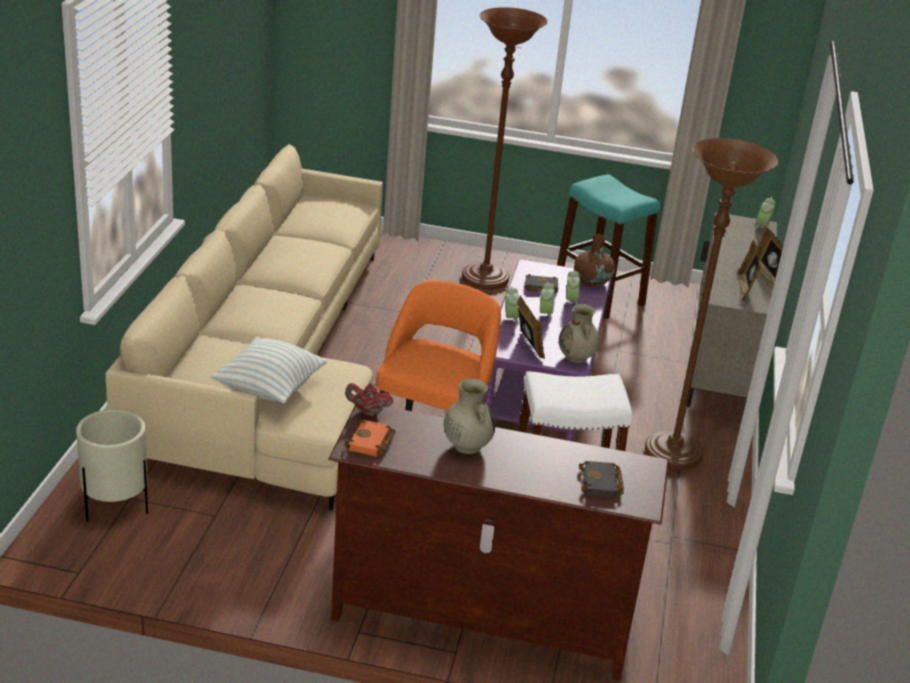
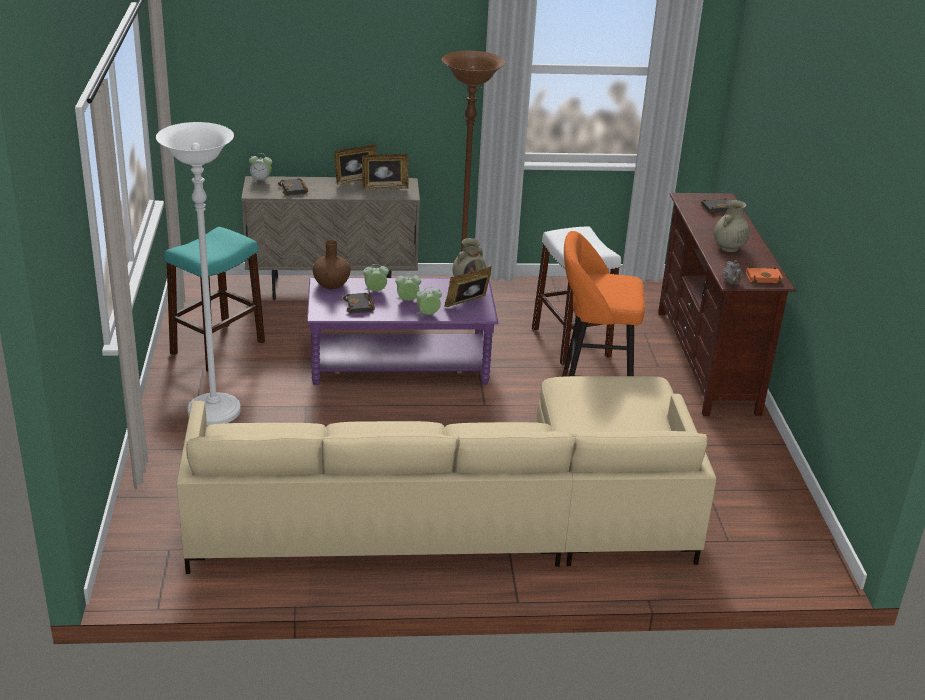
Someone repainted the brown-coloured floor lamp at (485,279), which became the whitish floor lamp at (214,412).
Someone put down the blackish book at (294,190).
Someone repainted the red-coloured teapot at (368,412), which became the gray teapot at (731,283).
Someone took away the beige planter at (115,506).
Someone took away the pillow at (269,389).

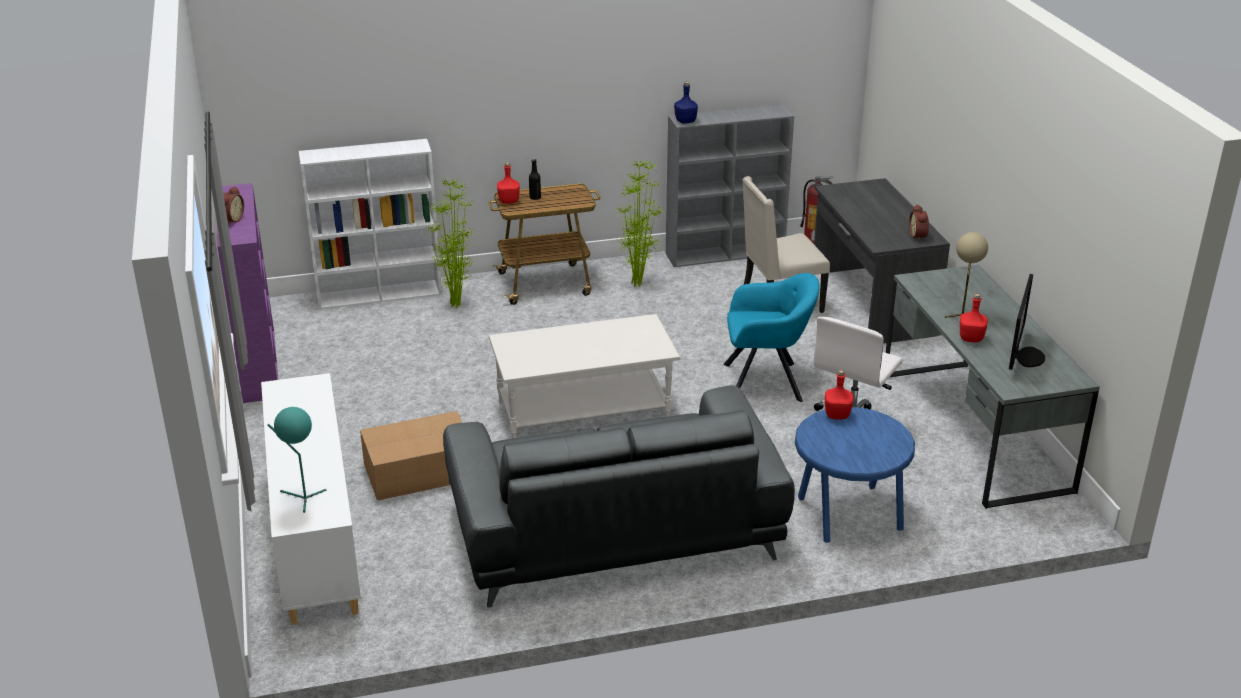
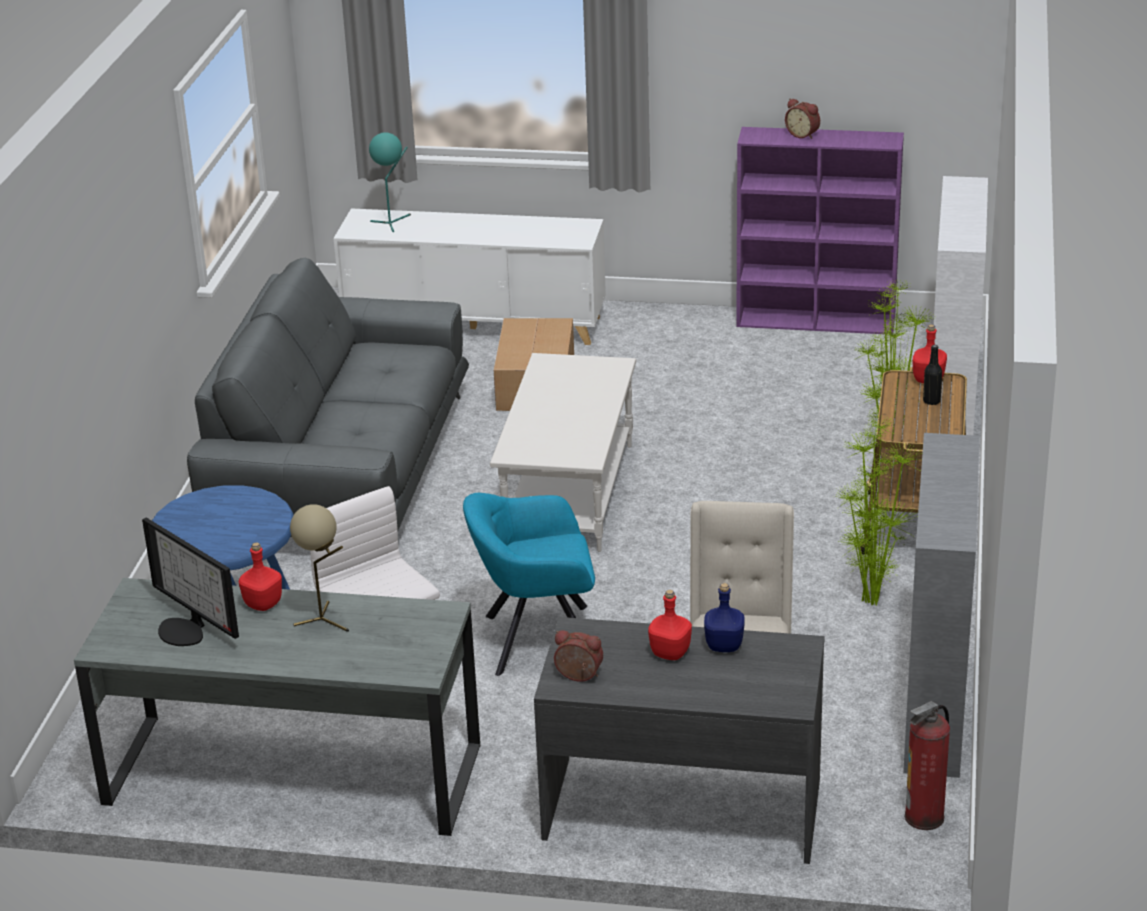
Someone rotated the turquoise easy chair at (766,382) by 60 degrees clockwise.
Someone carried the red-coloured drink bottle from (837,415) to (671,653).
Someone carried the bluish drink bottle from (685,121) to (723,645).

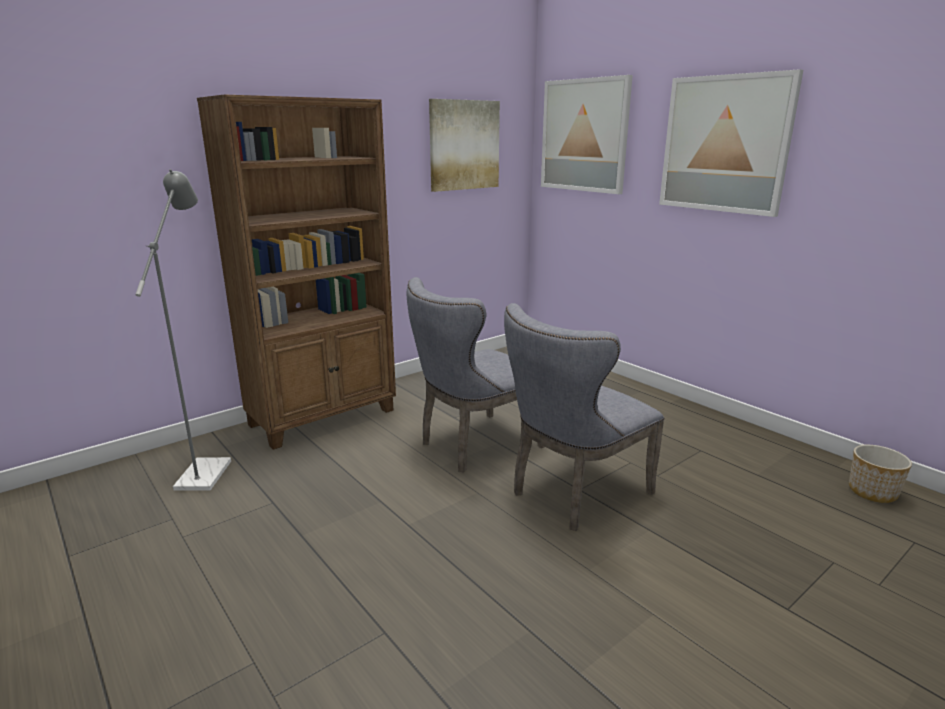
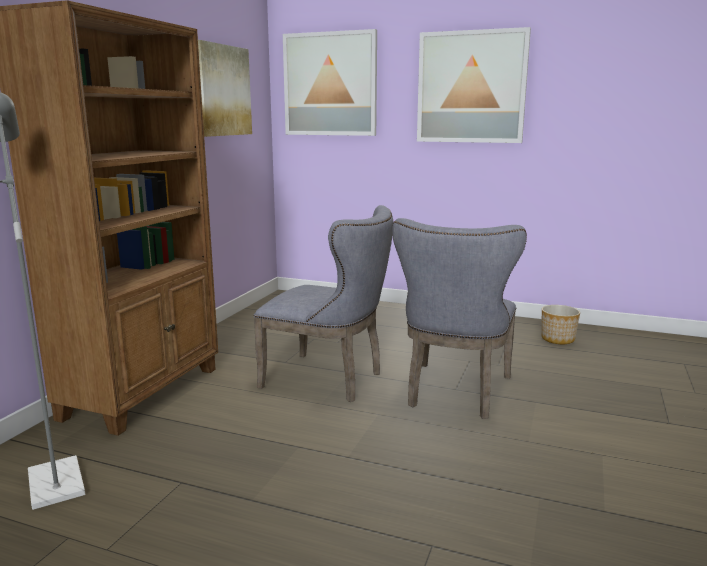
Someone rotated the gray upright chair at (473,445) by 90 degrees counterclockwise.
Someone carried the planter from (872,491) to (557,339).

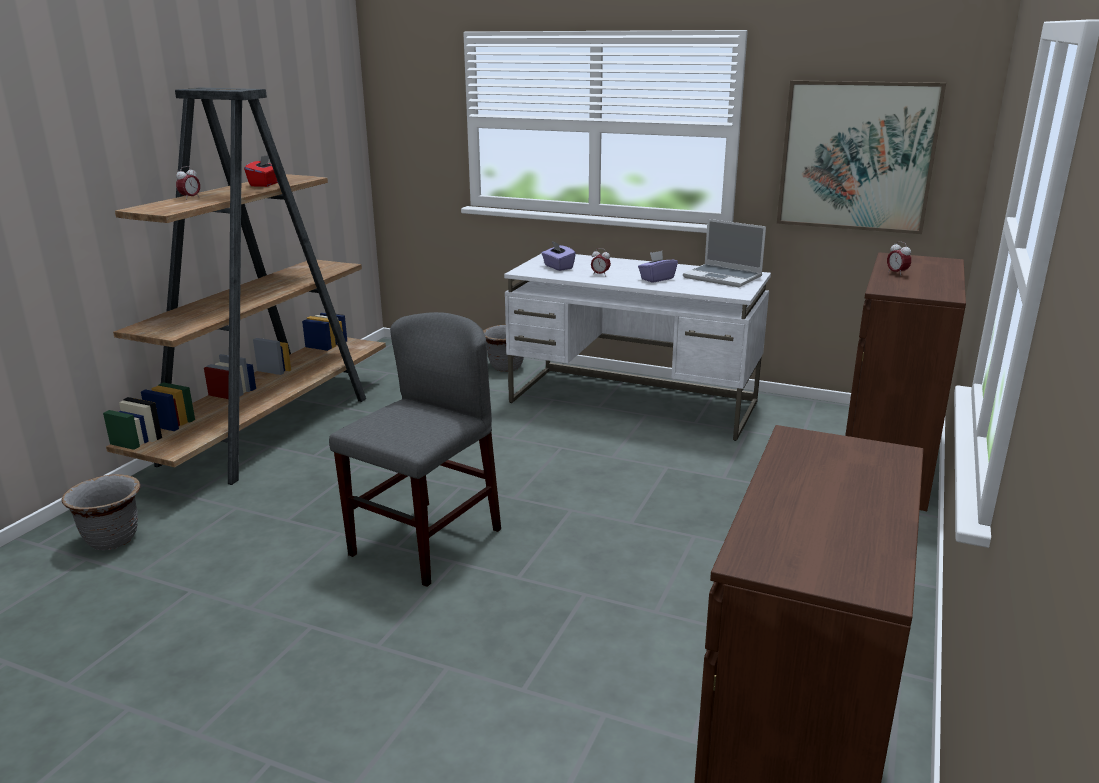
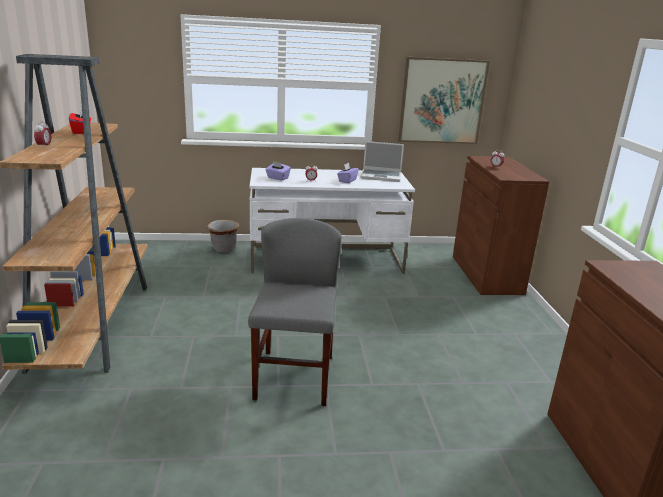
Someone took away the gray planter at (113,540).

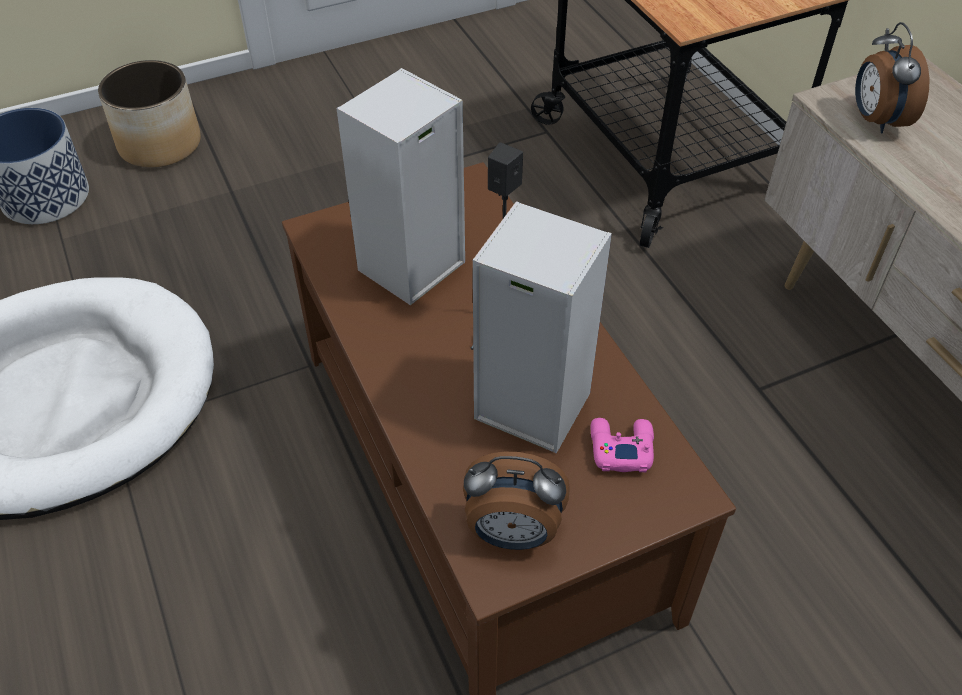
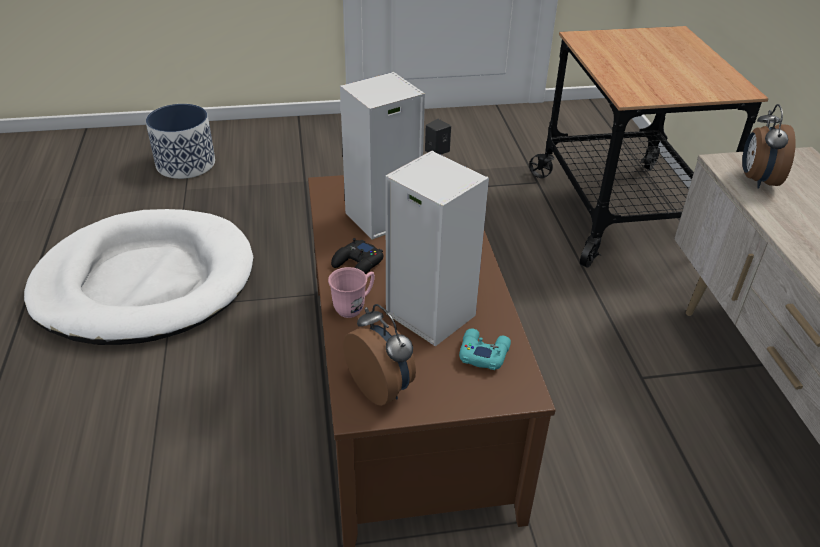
Someone put down the pink coffee mug at (354,307).
Someone put down the blackish gamepad at (358,264).
Someone rotated the table clock at (512,533) by 150 degrees counterclockwise.
Someone repainted the pink gamepad at (620,448), which became the turquoise gamepad at (483,353).
Someone took away the planter at (161,145).

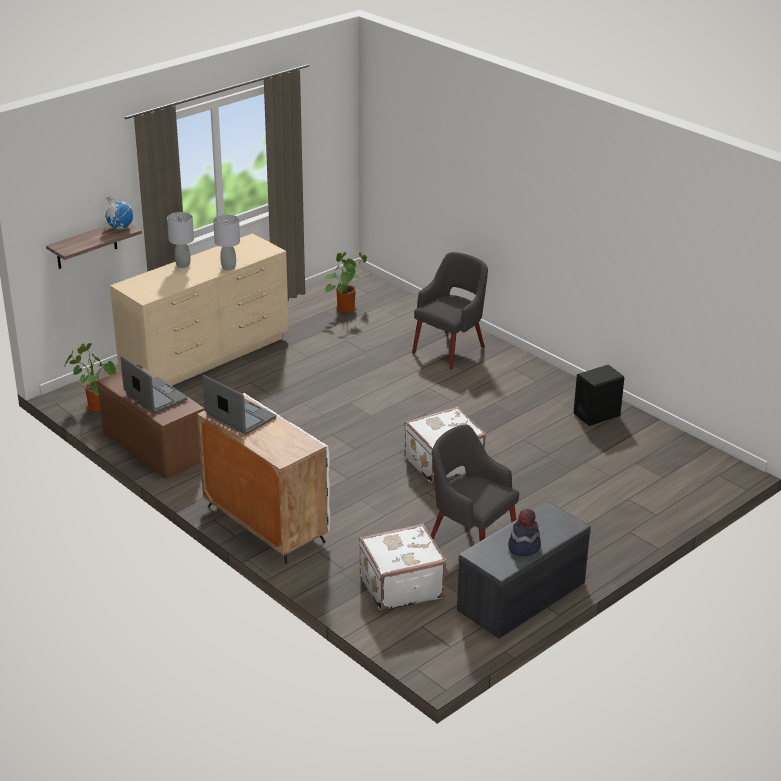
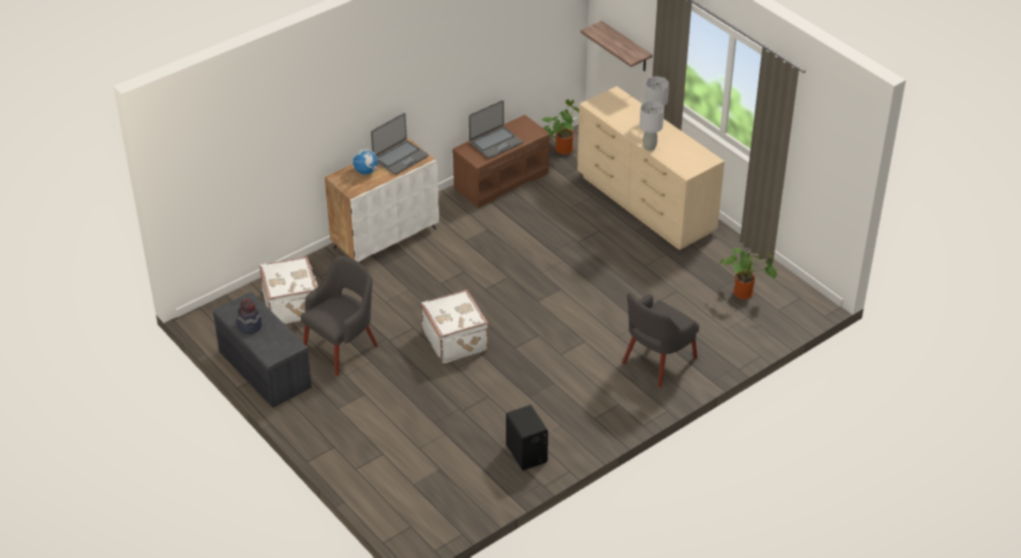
Someone carried the globe from (119,227) to (366,171).
Someone rotated the gray easy chair at (449,349) by 90 degrees clockwise.

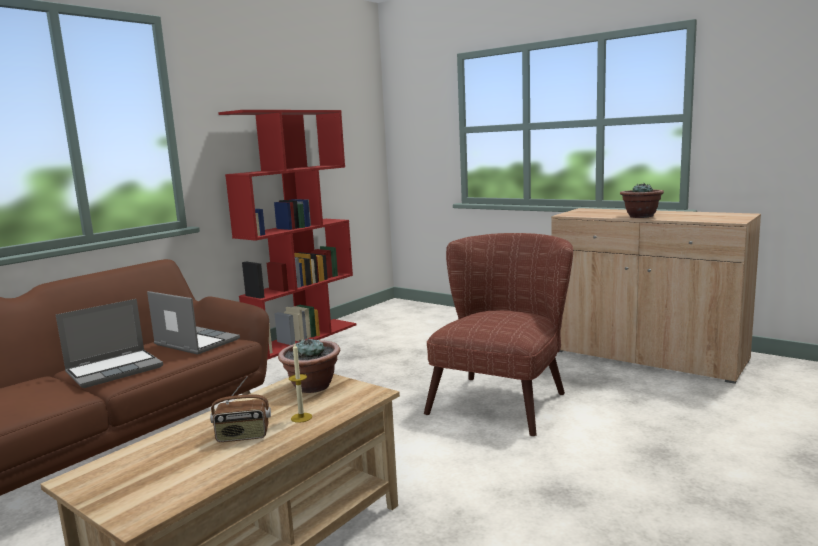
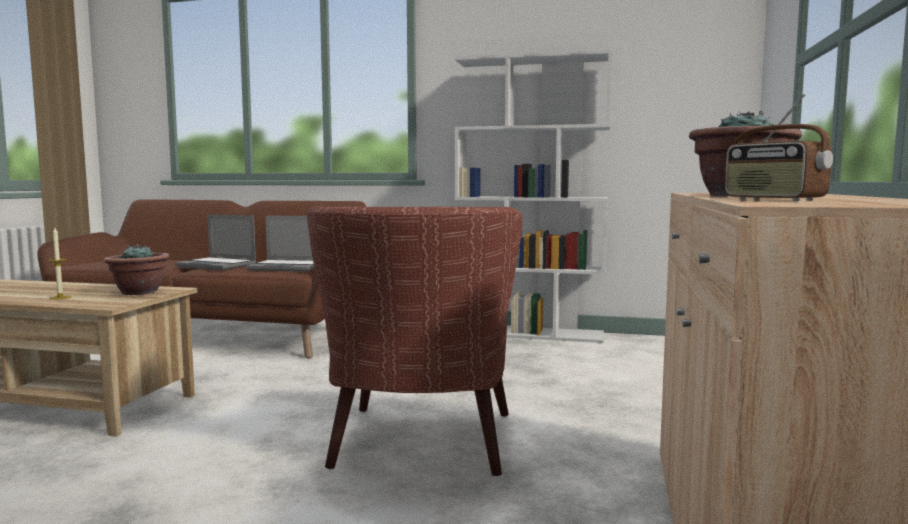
Someone rotated the portable computer at (195,342) by 90 degrees clockwise.
Someone rotated the brown-coloured easy chair at (504,398) by 90 degrees clockwise.
Someone repainted the red-coloured bookshelf at (303,338), which became the whitish bookshelf at (530,333).
Someone carried the radio from (243,436) to (773,200).

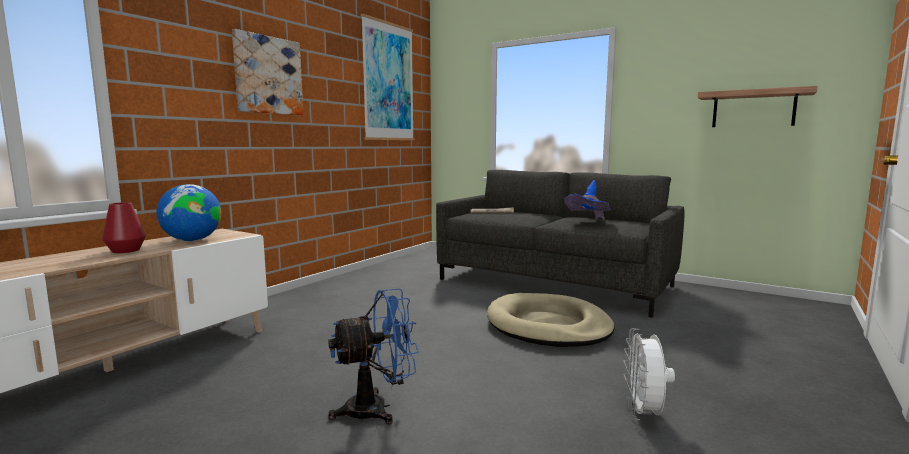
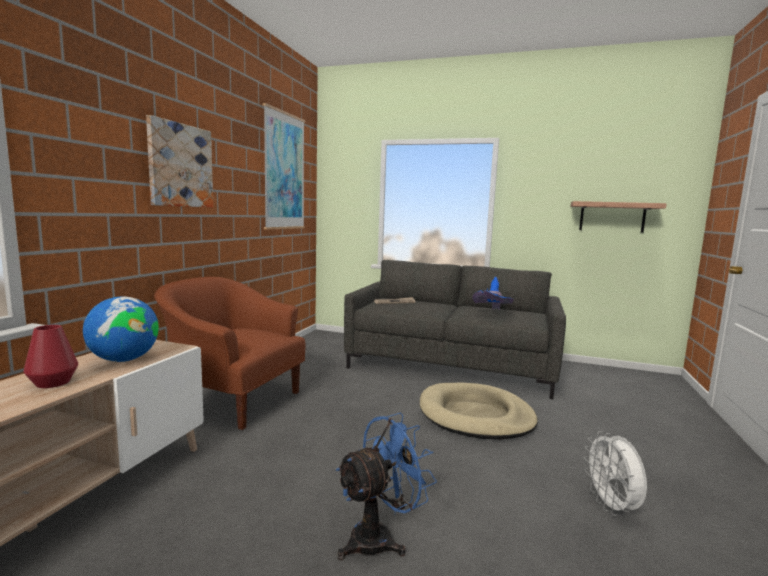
Someone put down the brown-coloured easy chair at (235,401).

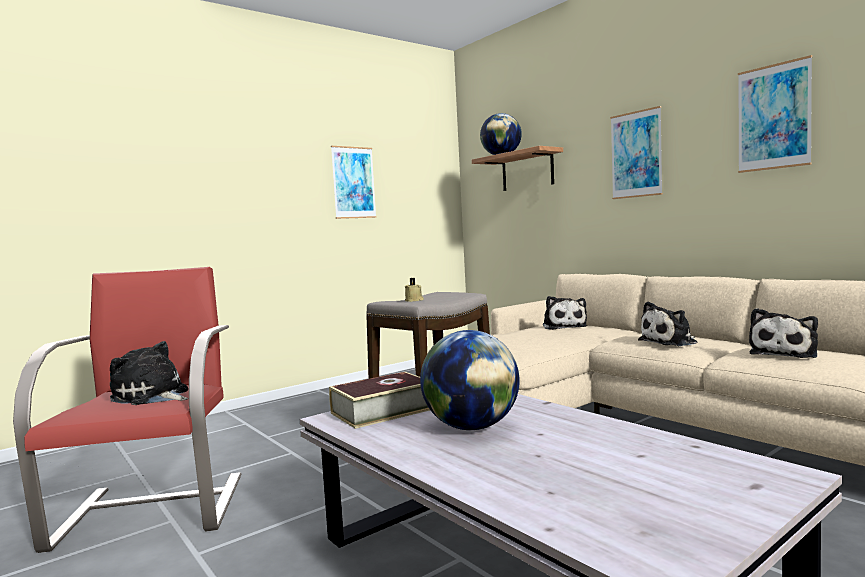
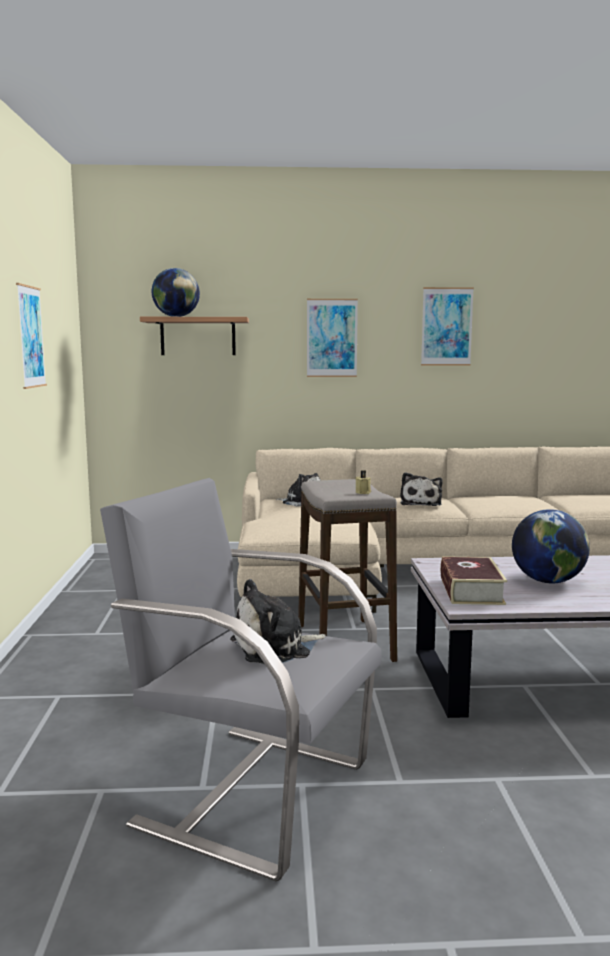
Someone repainted the red-coloured easy chair at (153,508), which became the gray easy chair at (251,792).
Someone took away the plush toy at (784,353).

